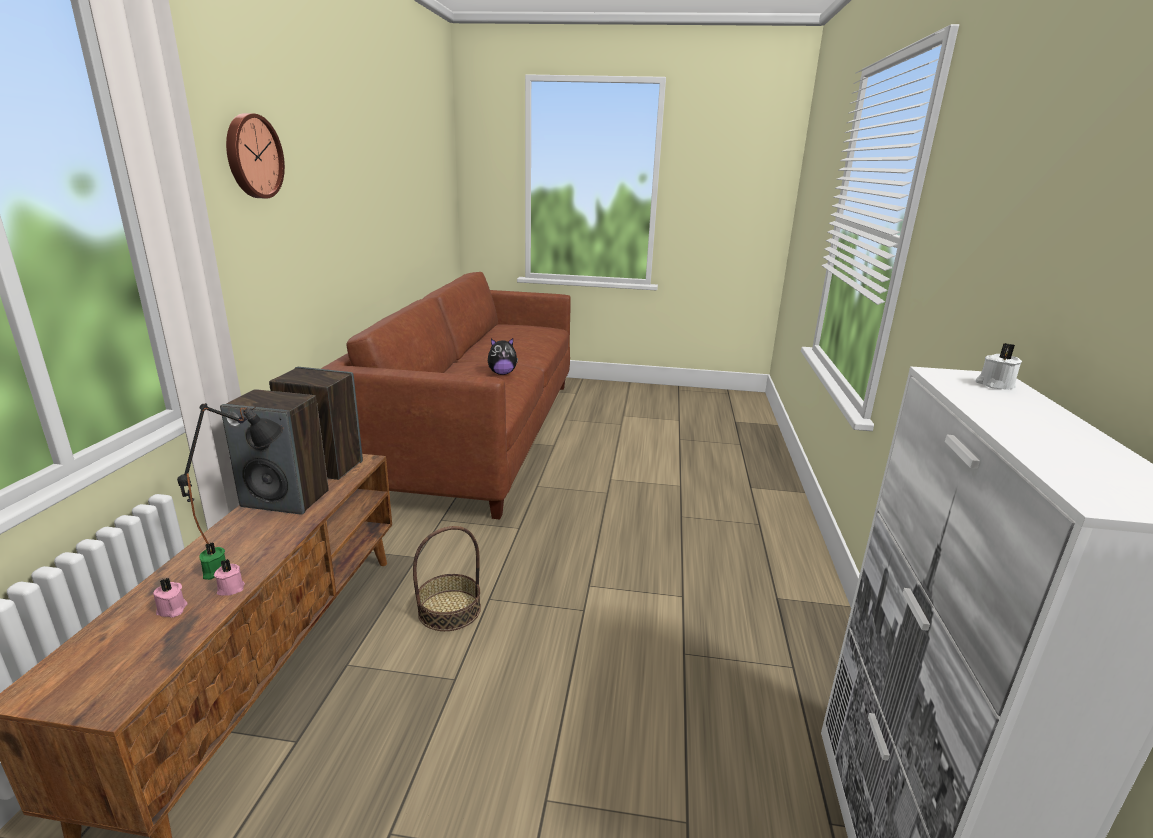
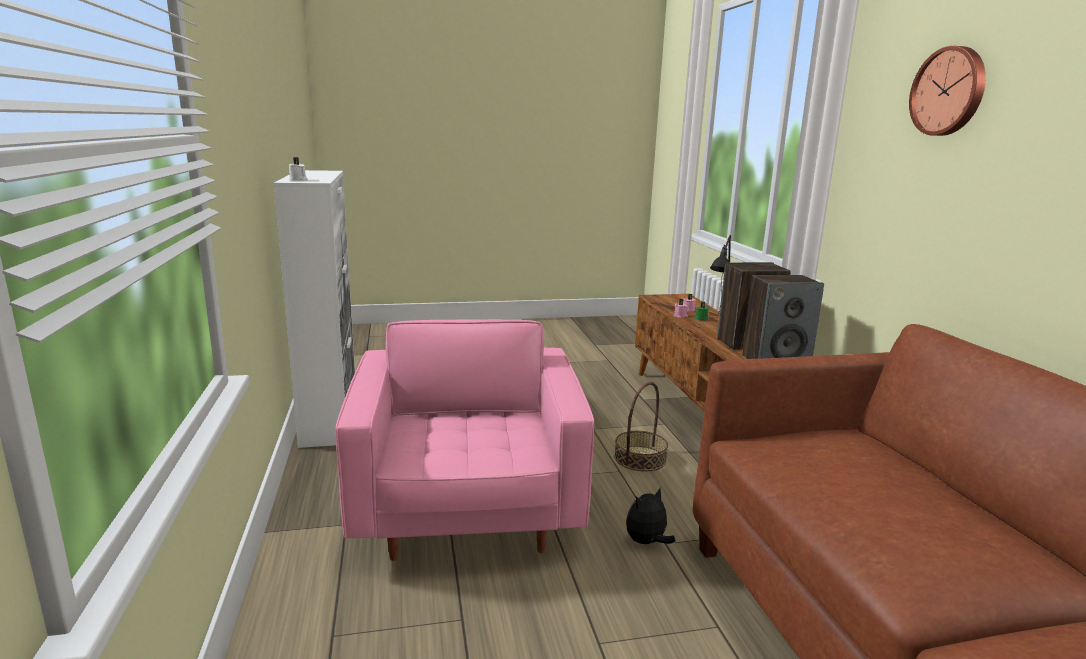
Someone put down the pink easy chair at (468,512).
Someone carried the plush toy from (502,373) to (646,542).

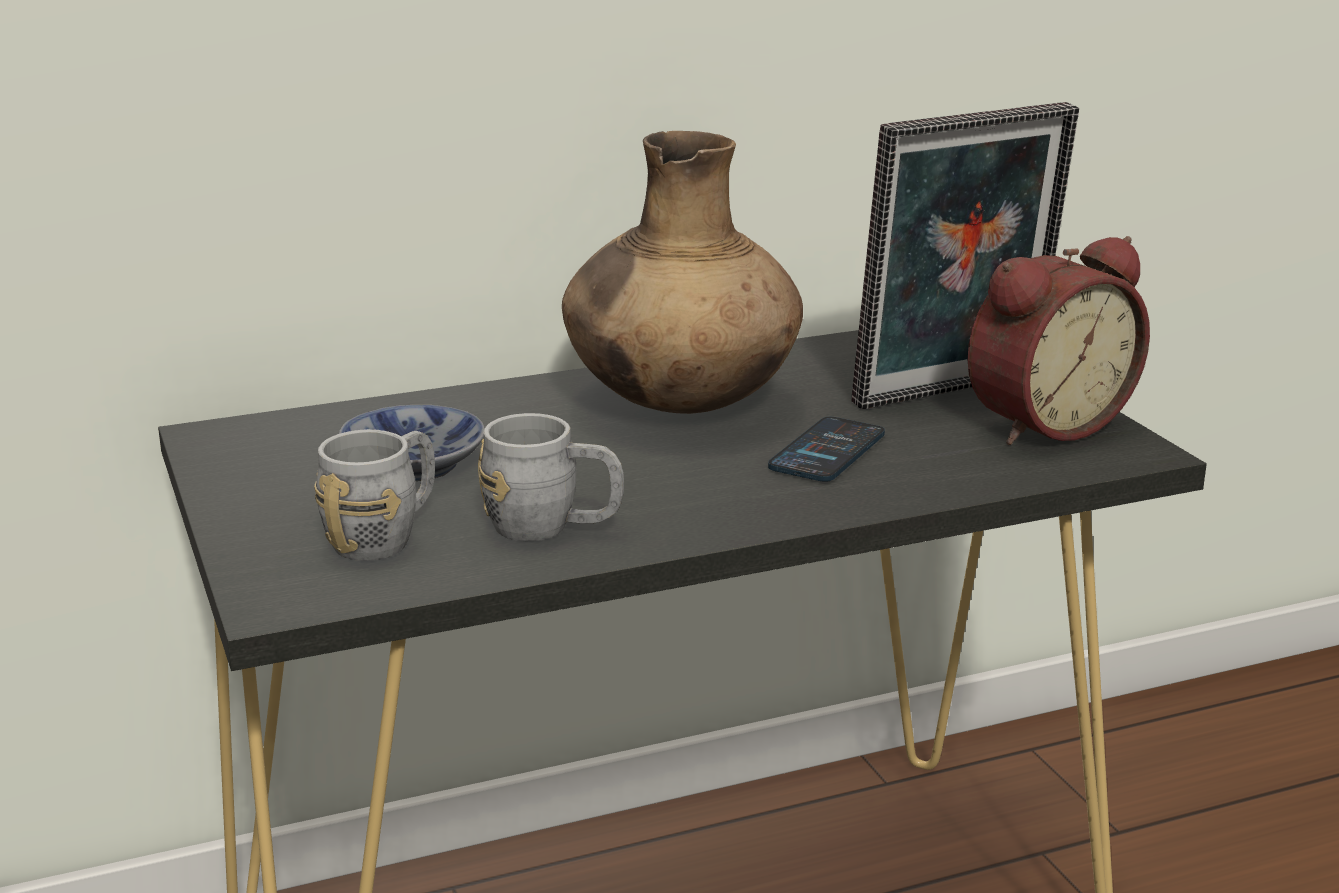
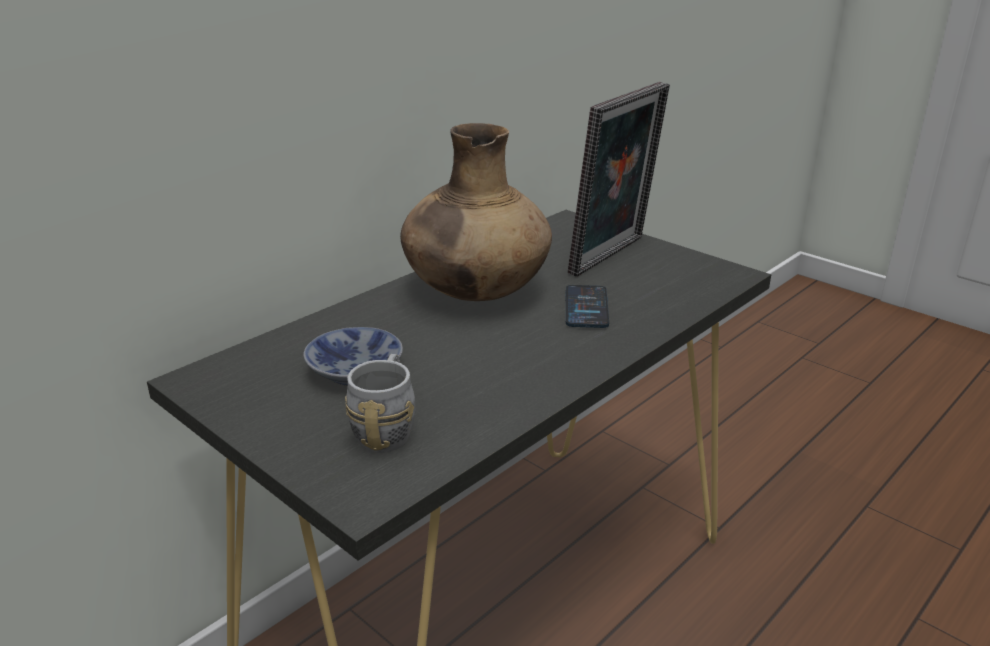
Someone took away the gray coffee mug at (552,528).
Someone took away the table clock at (1043,423).

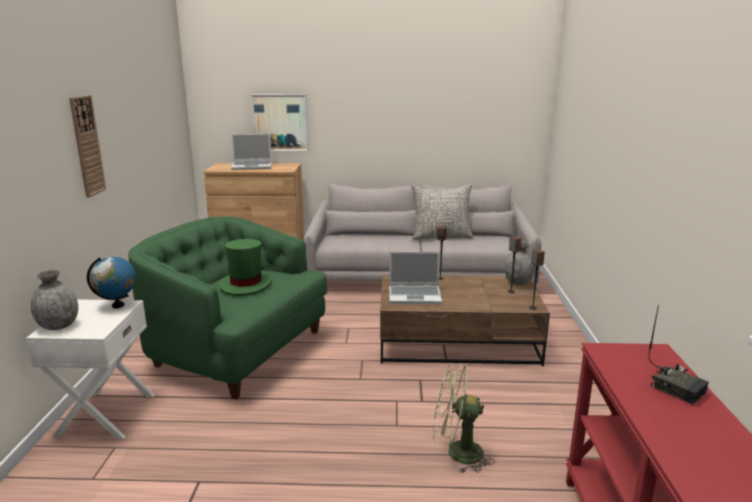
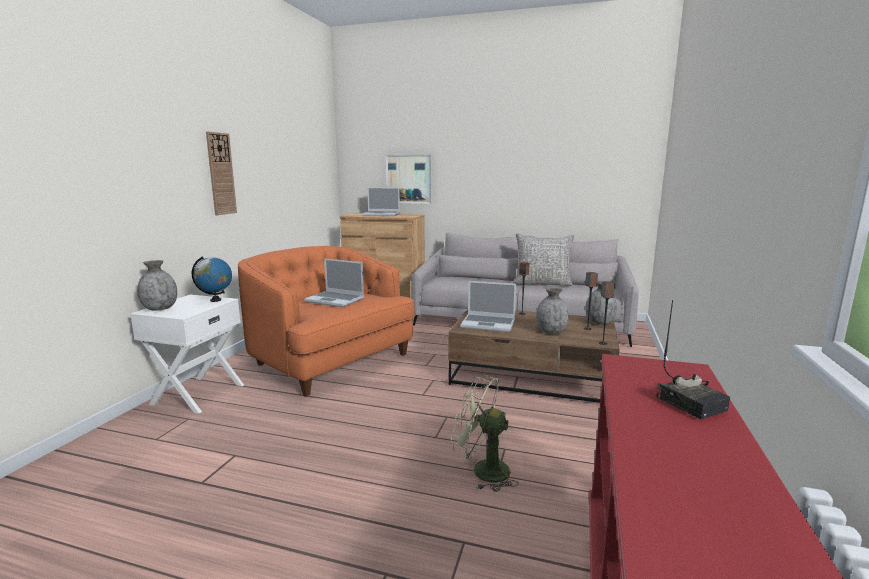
Someone repainted the greenish easy chair at (237,351), which became the orangey easy chair at (329,361).
Someone swapped the greenish hat at (246,285) for the portable computer at (335,300).
Someone put down the gray flower vase at (551,331).

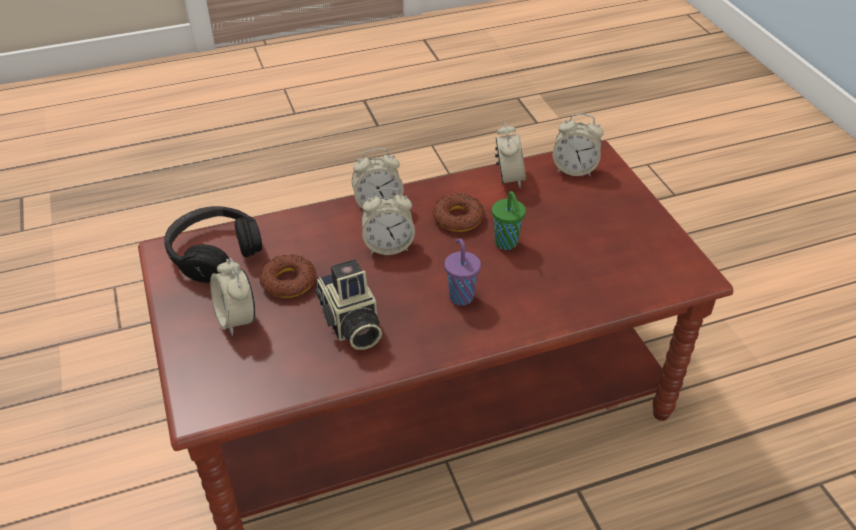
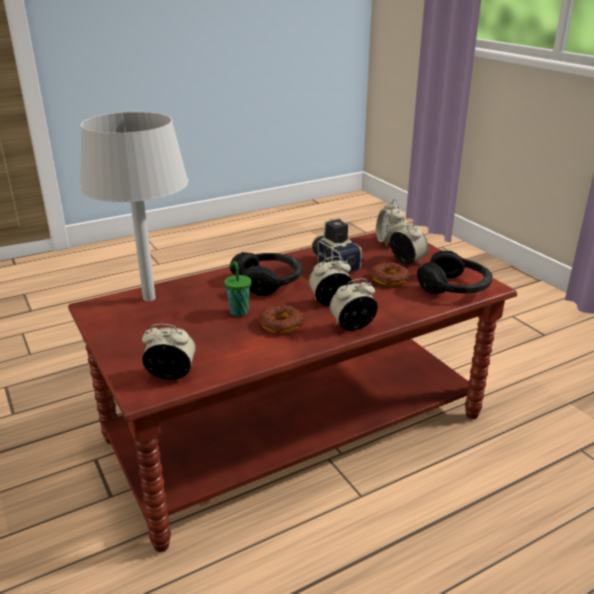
Someone put down the gray table lamp at (149,298).
Someone swapped the purple-coloured drinking cup at (460,296) for the blackish headphones at (268,282).
Someone carried the table clock from (509,178) to (388,242).

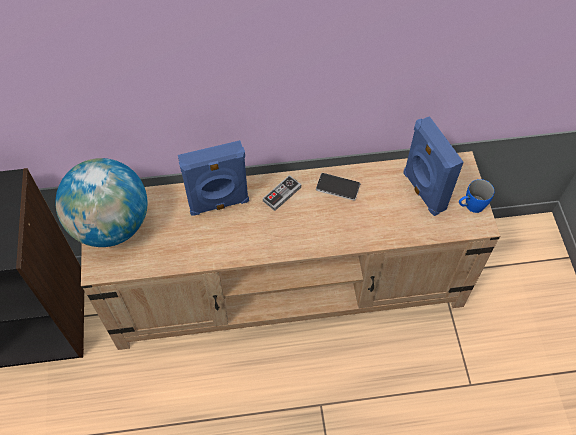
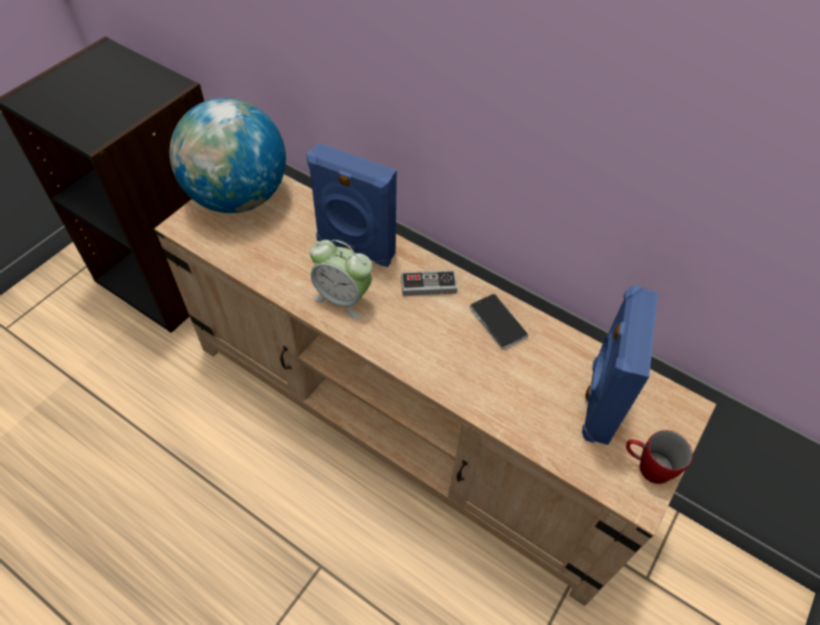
Someone put down the table clock at (343,298).
Someone repainted the bluish coffee mug at (470,206), which became the red-coloured coffee mug at (646,466).

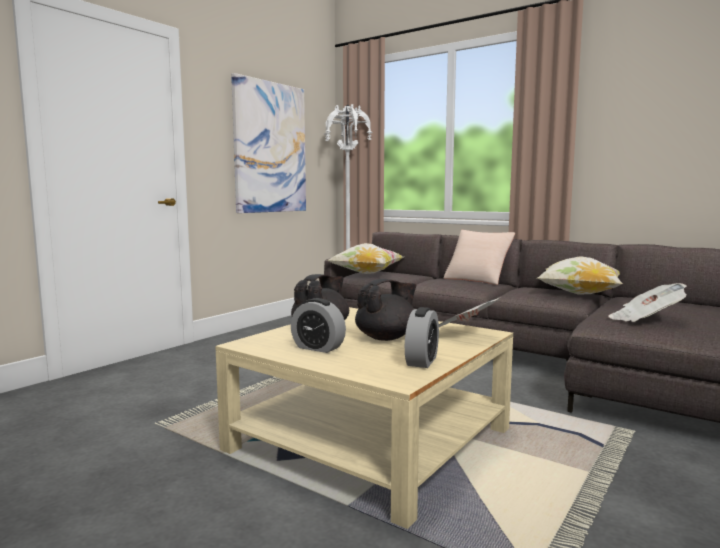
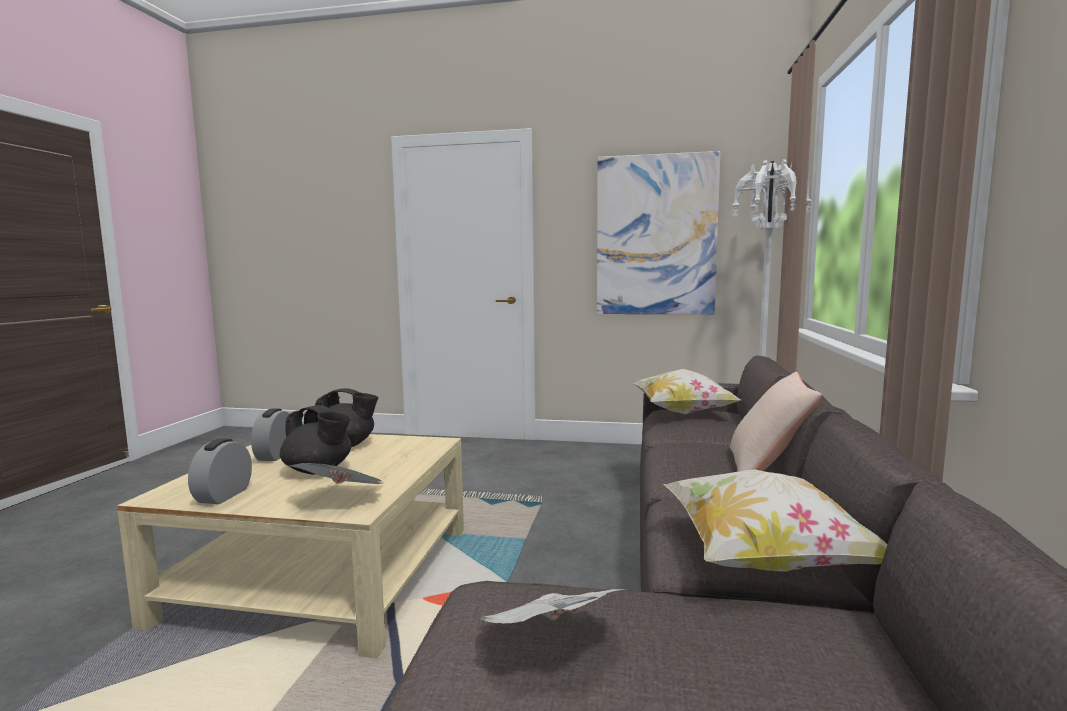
Someone rotated the table clock at (422,361) by 105 degrees clockwise.

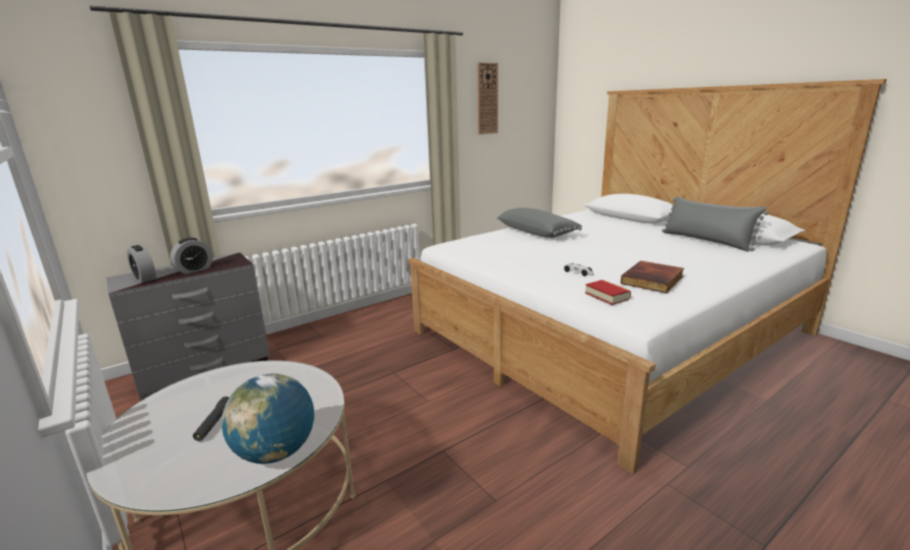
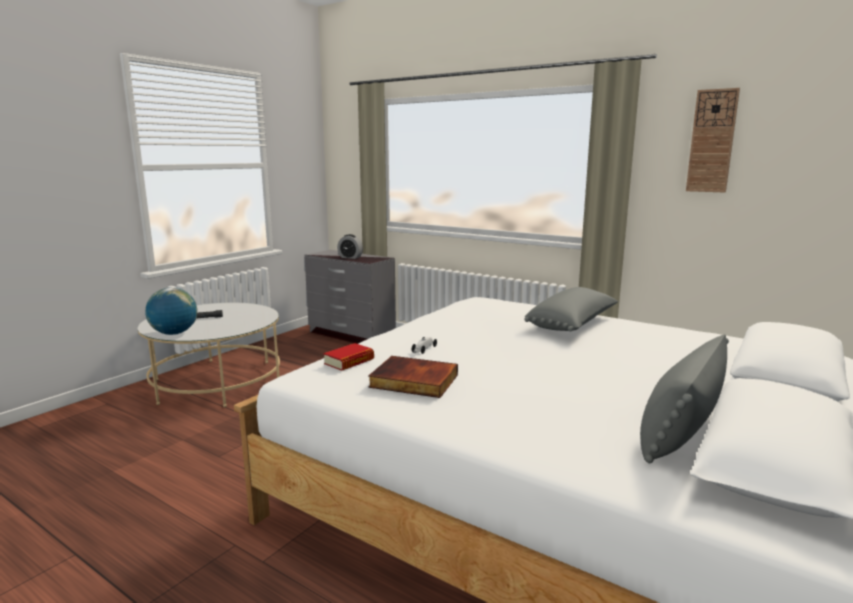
Someone took away the table clock at (144,278).

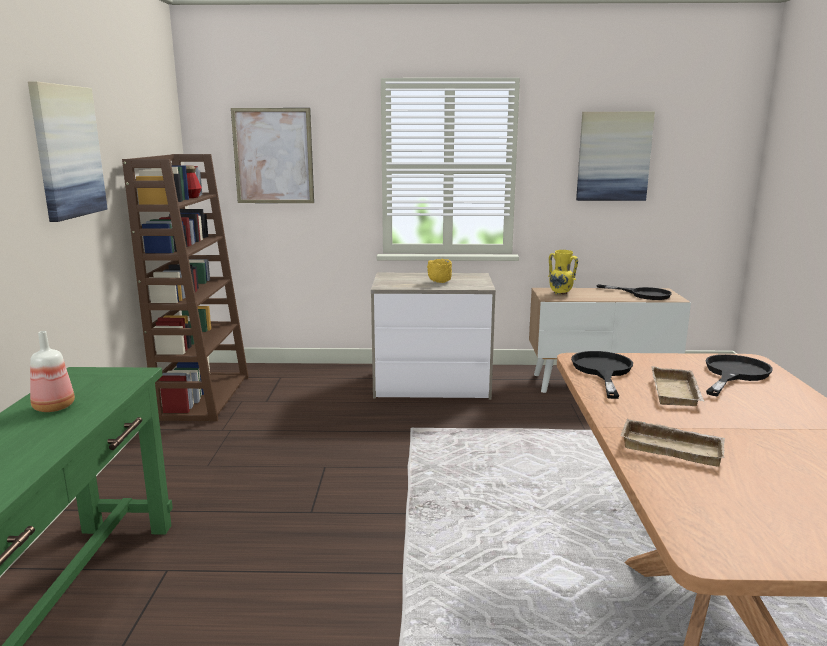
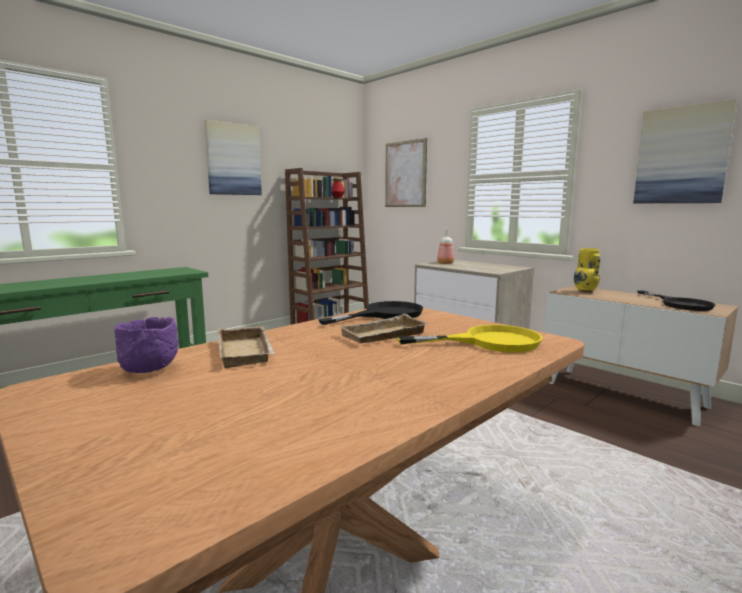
Someone put down the purple-coloured deep dish at (149,371).
Someone repainted the blackish skillet at (733,374), which became the yellow-coloured skillet at (488,342).
Someone carried the drink bottle from (53,408) to (444,263).
Someone took away the yellow-coloured deep dish at (439,282).

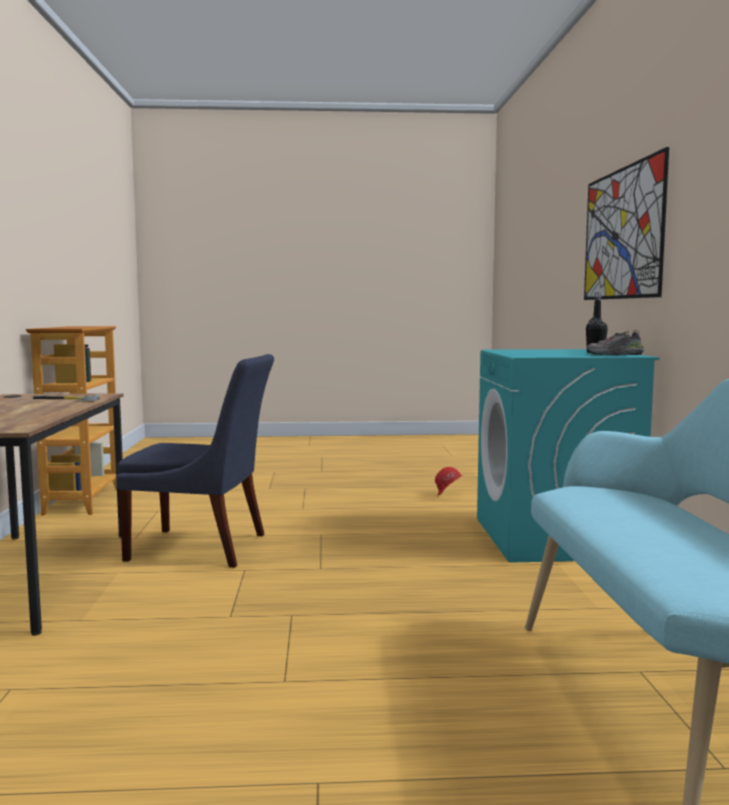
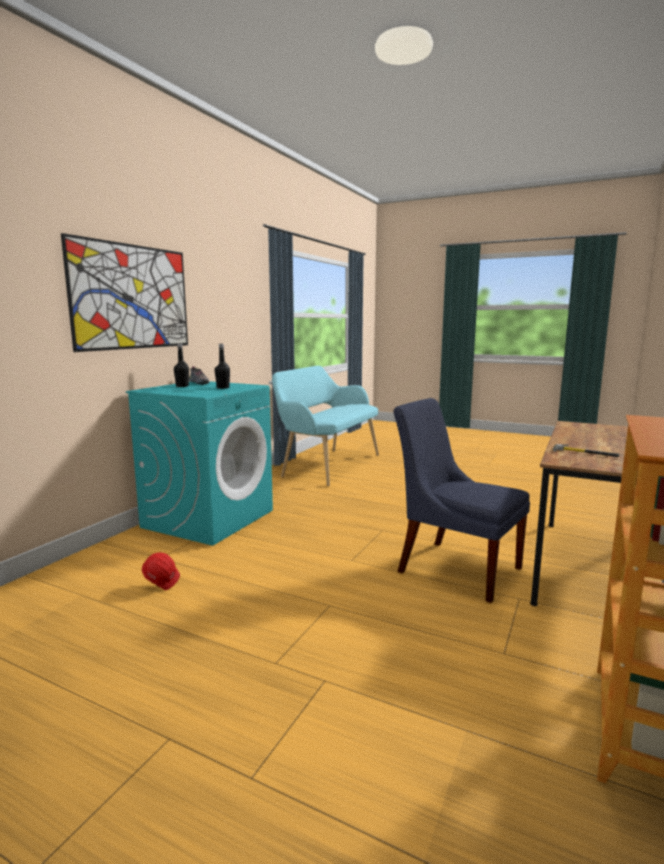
Someone put down the blackish drink bottle at (223,388).

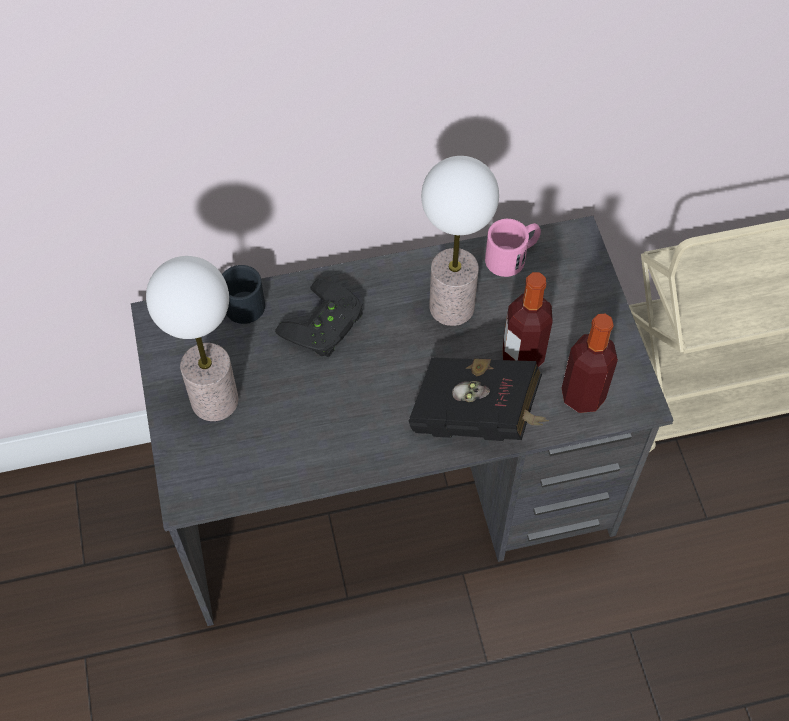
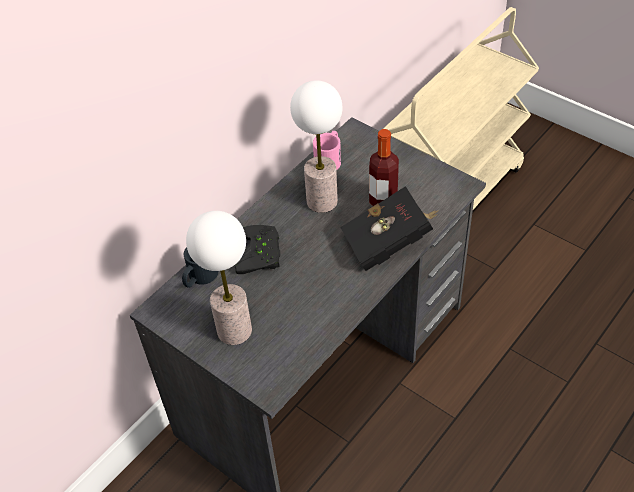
Someone took away the drink bottle at (582,395).

